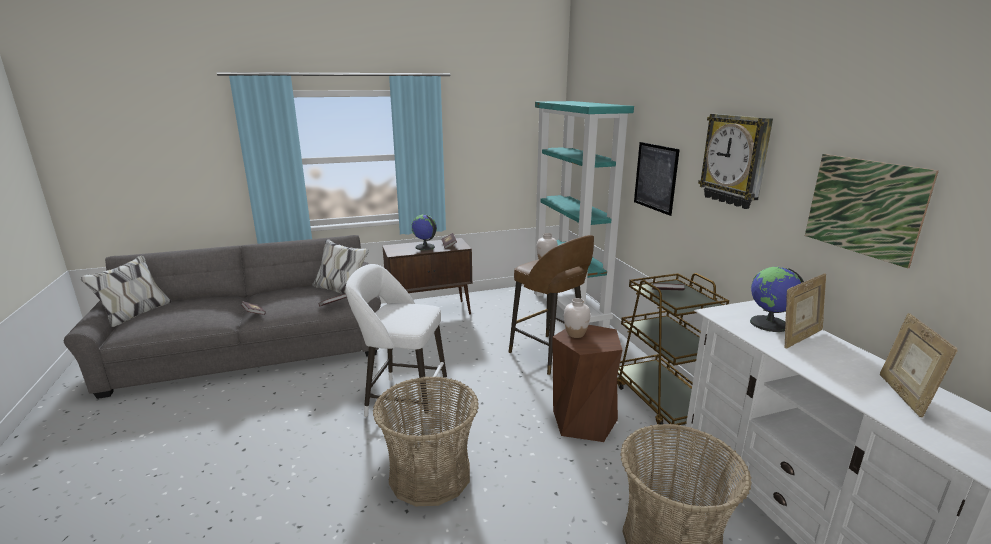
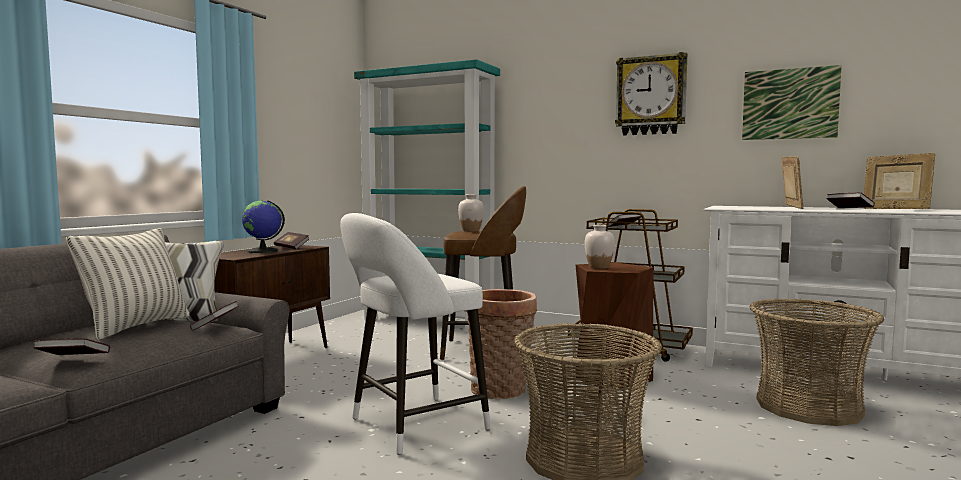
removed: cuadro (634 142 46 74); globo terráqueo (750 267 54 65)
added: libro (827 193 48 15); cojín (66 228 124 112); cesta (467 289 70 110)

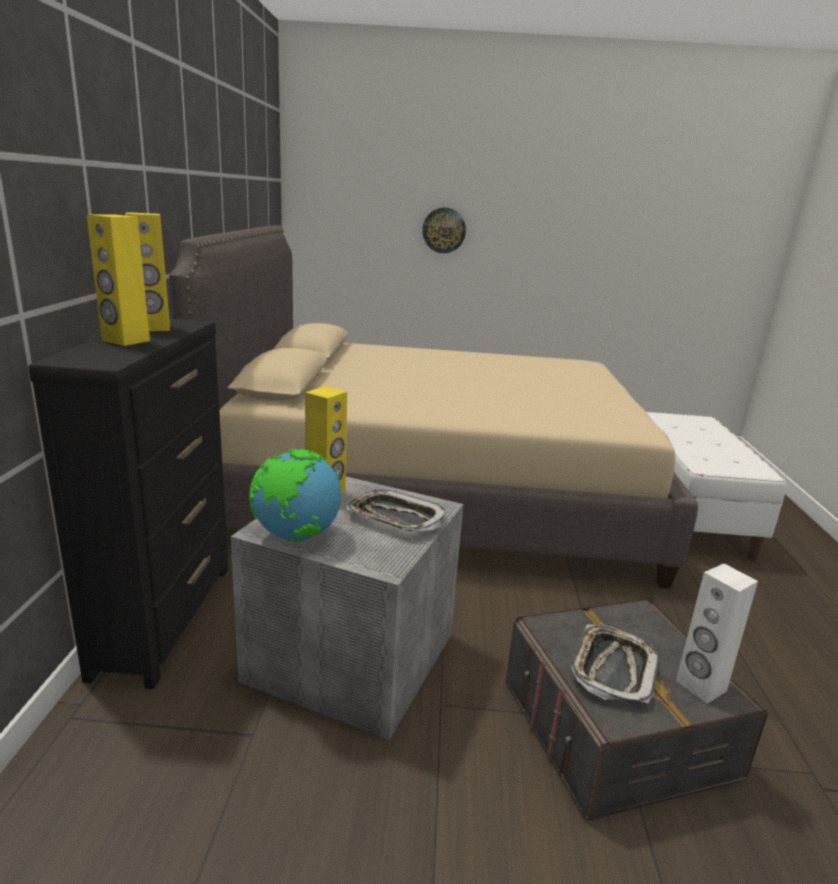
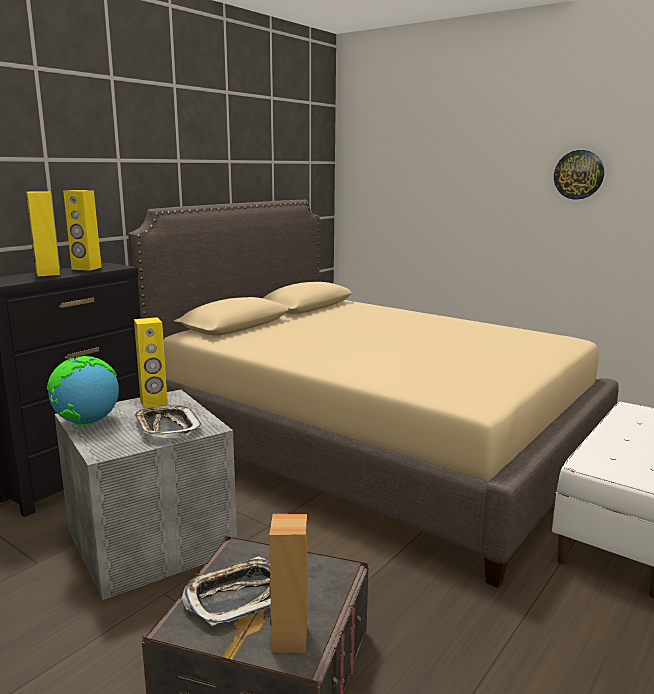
moved: reloj de pared (422 207 44 46) to (554 150 50 50)
recoloured: altavoz/blanco (676 564 82 140) to altavoz/marrón (269 514 38 139)

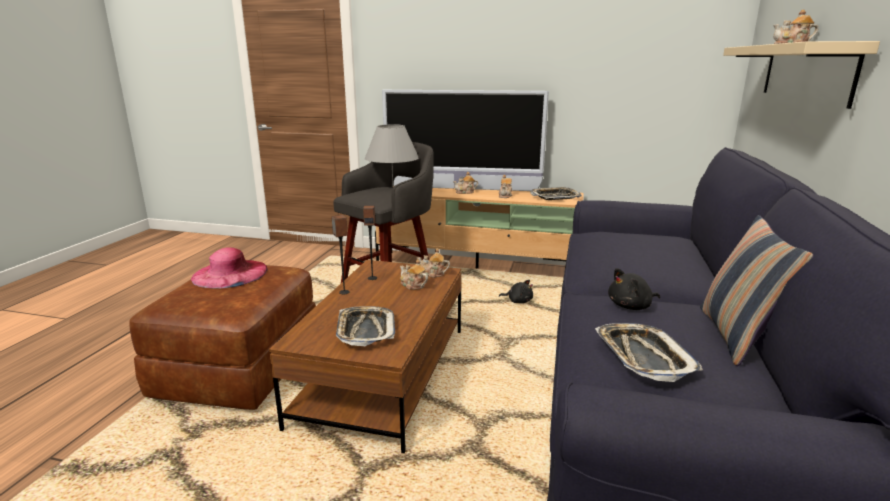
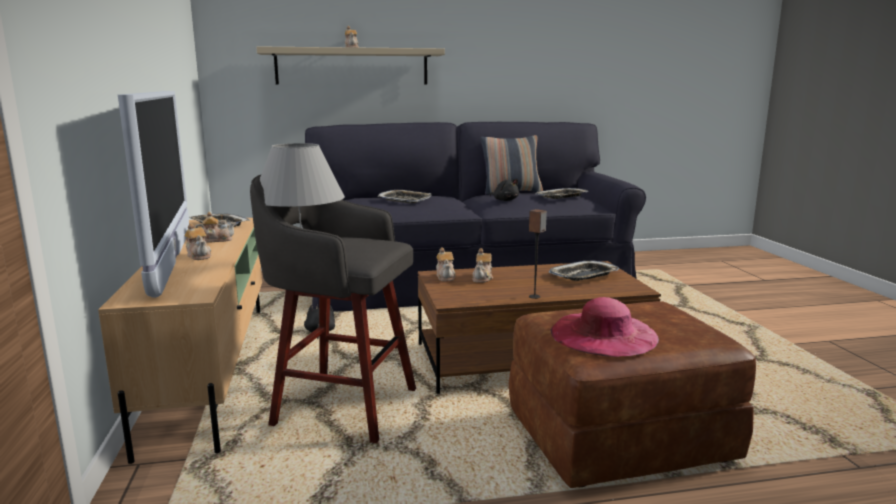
removed: altavoz (363 205 14 75)
added: bandeja (378 190 53 13)

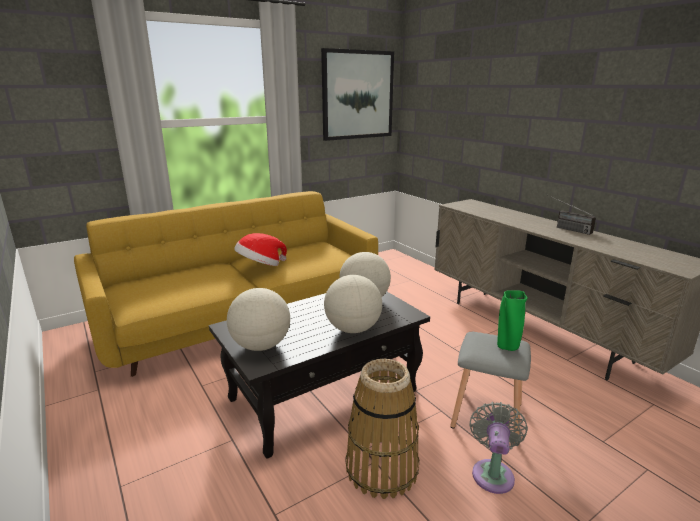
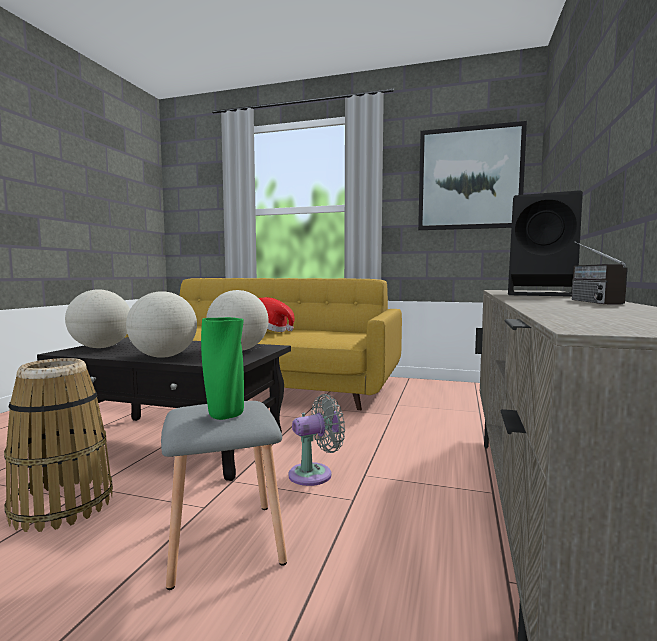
added: altavoz/negro (508 190 75 107)
moved: ventilador/gris (469 402 59 92) to (288 394 57 92)

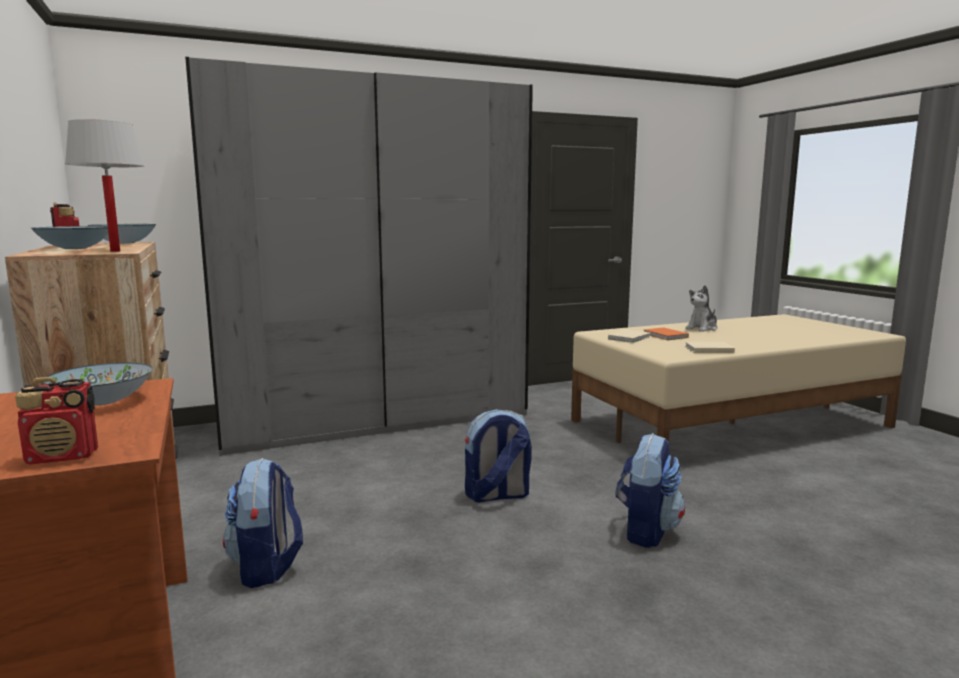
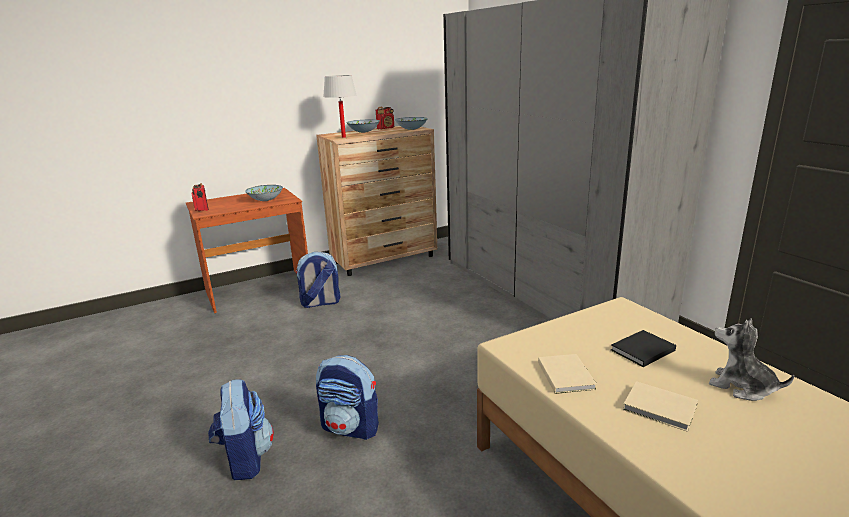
moved: libro/beis (608 330 42 13) to (623 381 75 51); mochila (465 409 67 93) to (208 379 66 101)
recoloured: libro/naranja (644 327 45 13) to libro/negro (611 330 65 37)

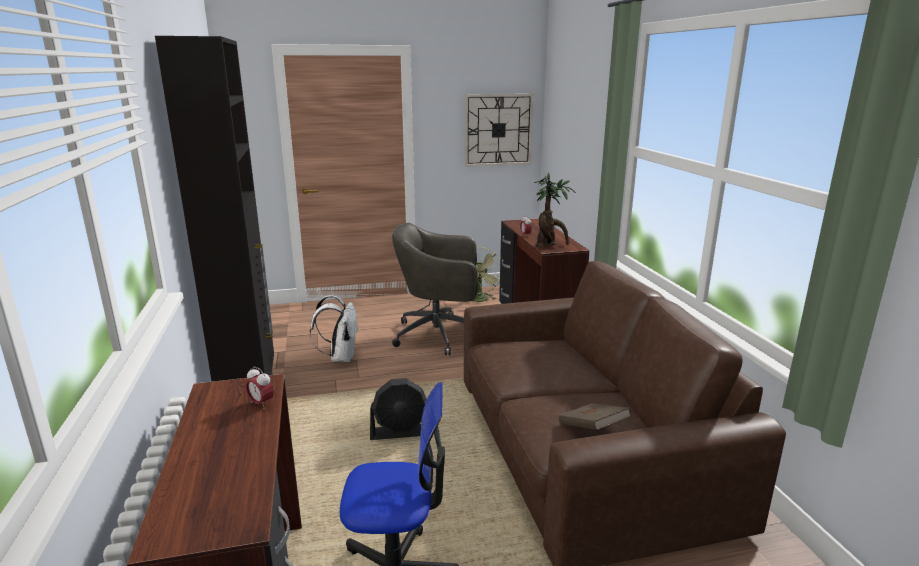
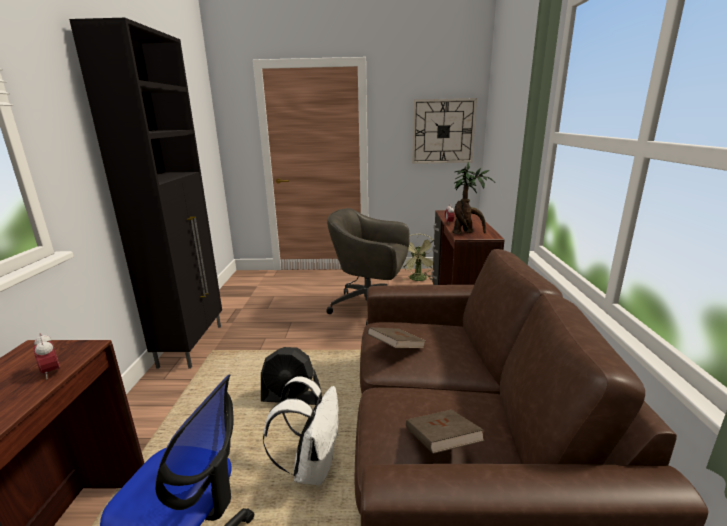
added: libro/marrón (367 327 58 21)
moved: mochila/blanco (310 295 49 67) to (263 376 76 110)

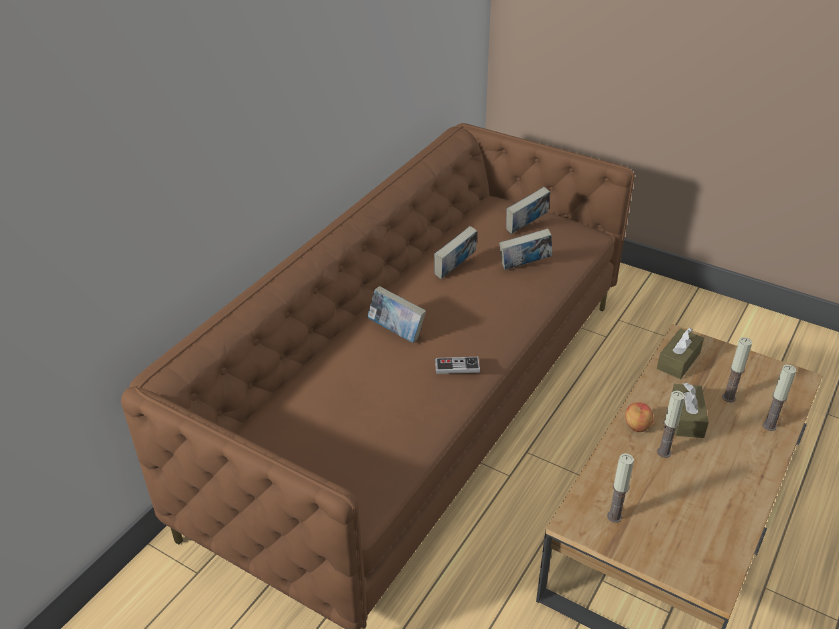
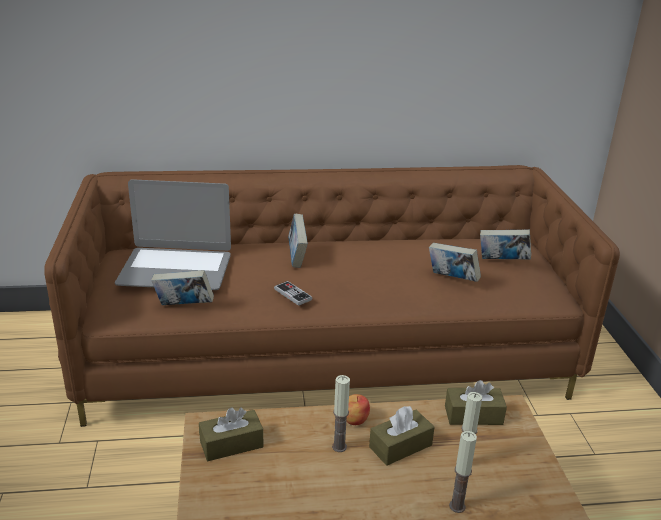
added: portátil (115 179 116 111)
moved: libro (434 226 43 53) to (151 270 63 35)
replaced: vela (607 453 27 70) to caja de pañuelos/marrón (199 407 65 54)

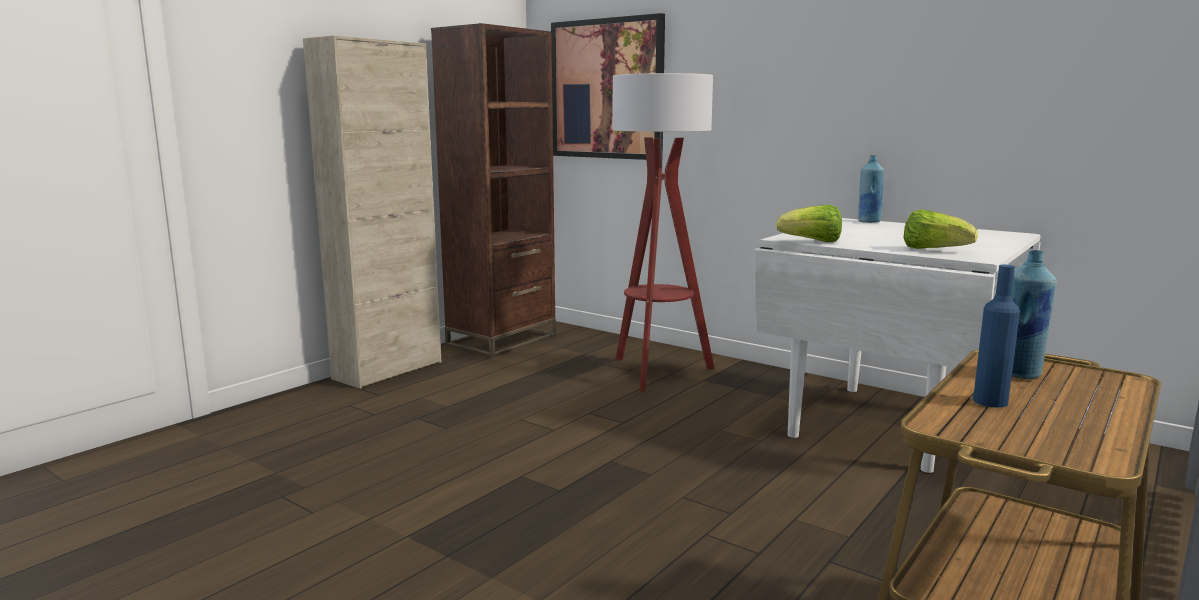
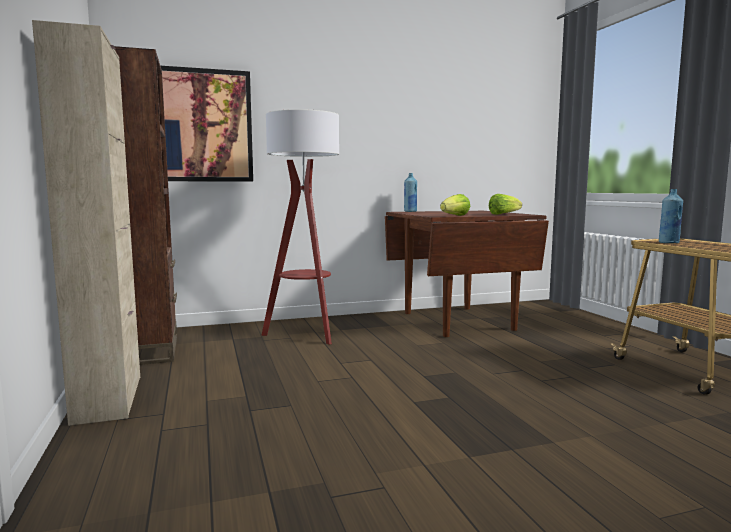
removed: botella/azul (973 265 47 143)
recoloured: mesa de comedor/blanco (754 218 287 255) to mesa de comedor/marrón (385 211 164 126)

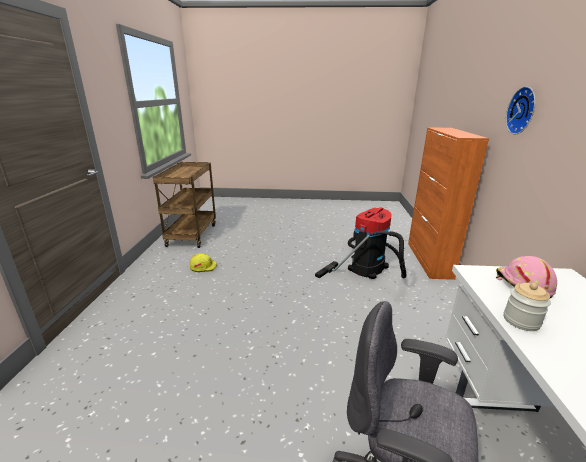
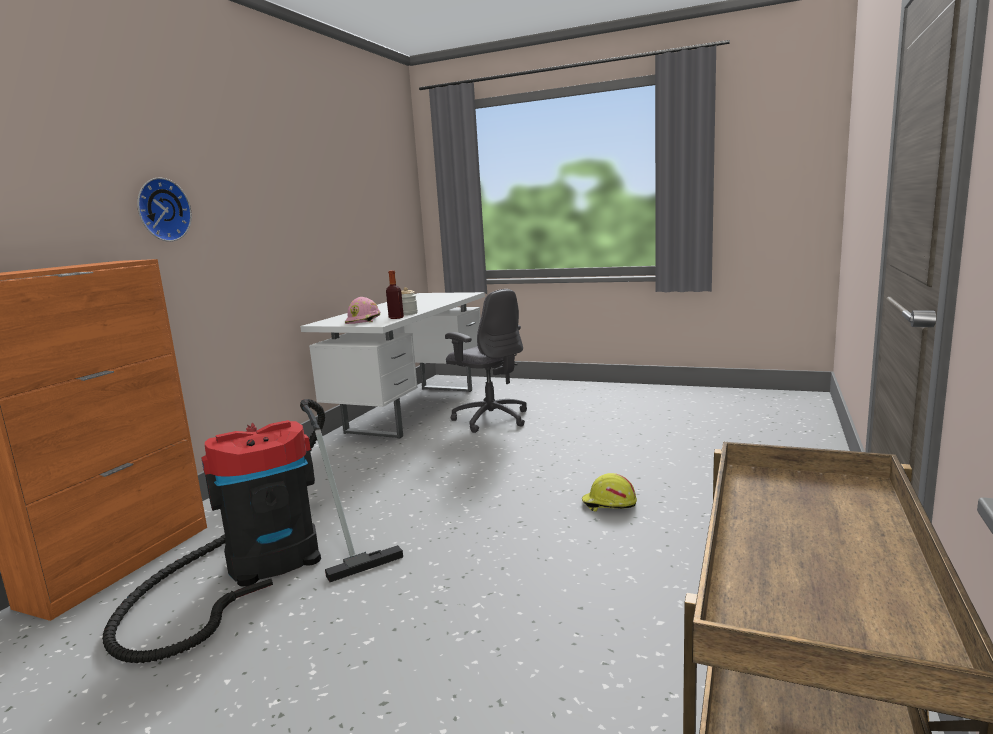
added: botella (386 270 18 49)
moved: casco/amarillo (190 253 27 19) to (582 473 55 39)

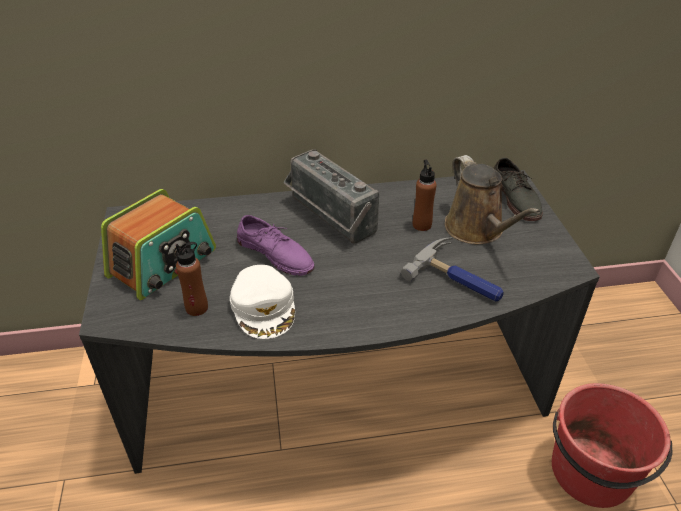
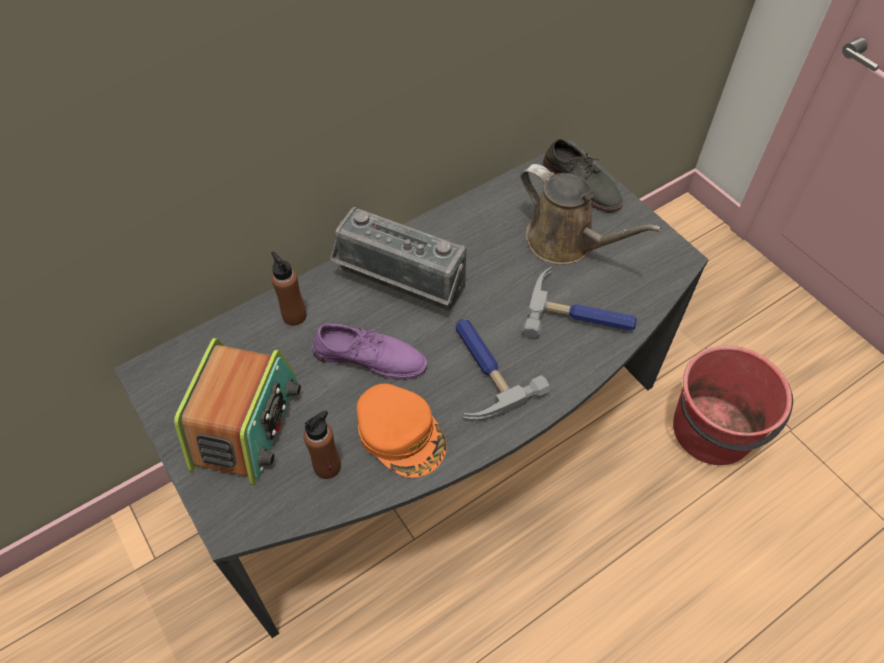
added: martillo (455 319 95 102)
moved: botella/marrón (413 160 24 71) to (271 251 35 75)
recoloured: gorra/blanco (230 265 65 74) to gorra/naranja (357 383 90 95)

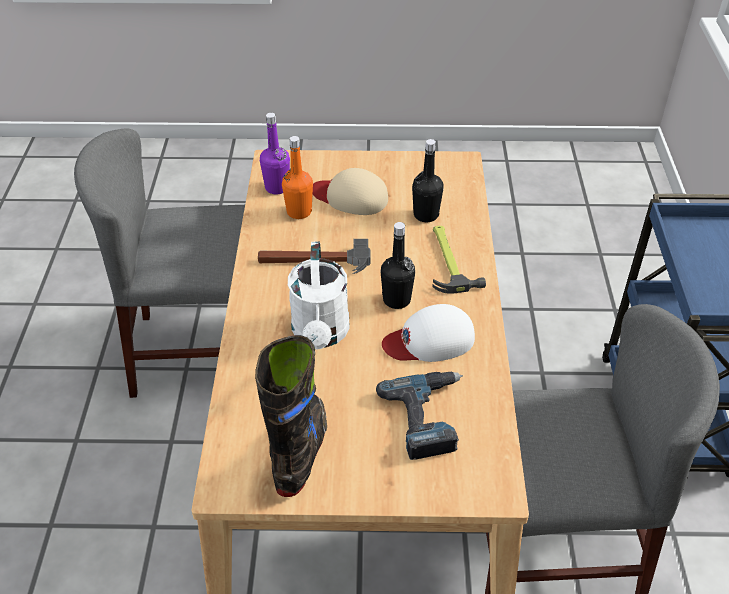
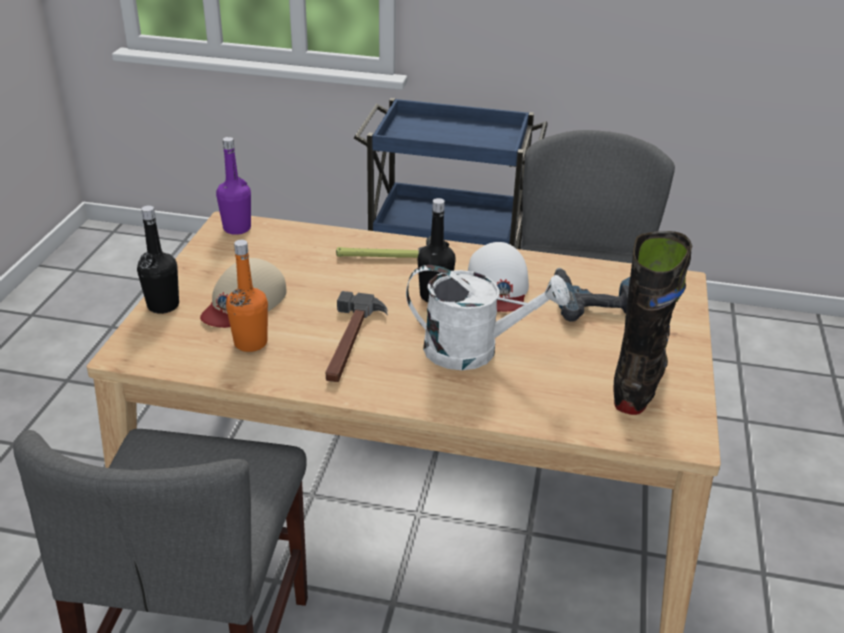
moved: botella/morado (260 113 30 81) to (216 137 35 98); botella/negro (412 139 32 83) to (137 206 42 108)
turned: bota/negro (255 335 72 162) = (614 231 78 184) 90 degrees clockwise

